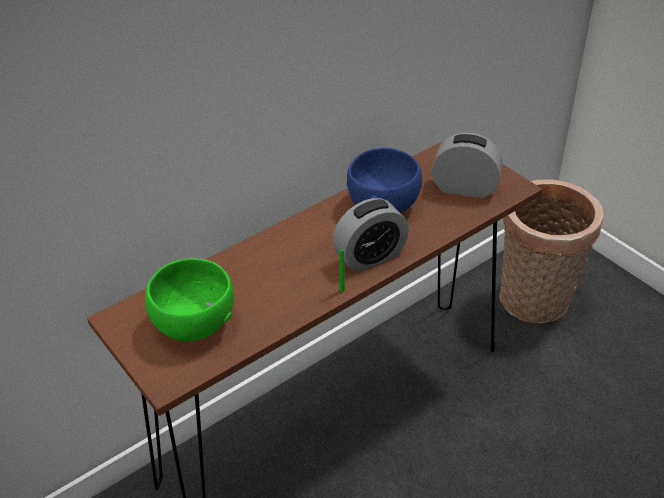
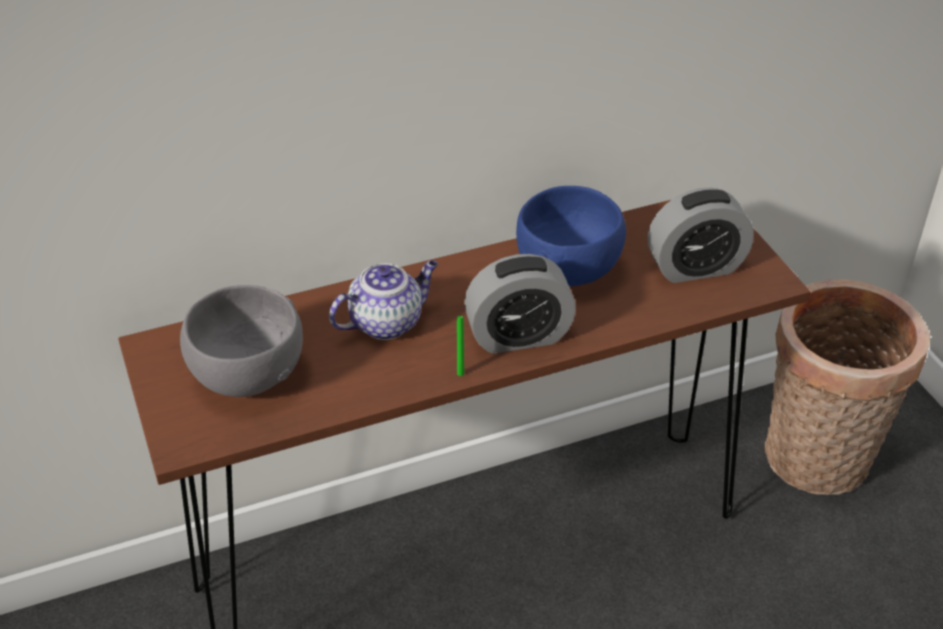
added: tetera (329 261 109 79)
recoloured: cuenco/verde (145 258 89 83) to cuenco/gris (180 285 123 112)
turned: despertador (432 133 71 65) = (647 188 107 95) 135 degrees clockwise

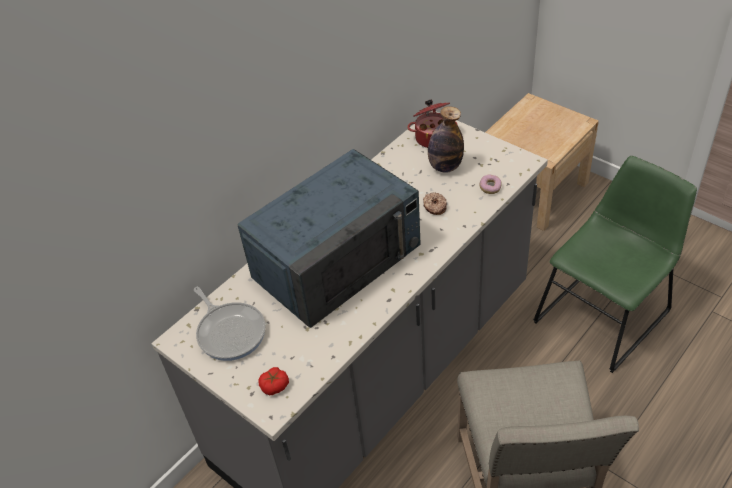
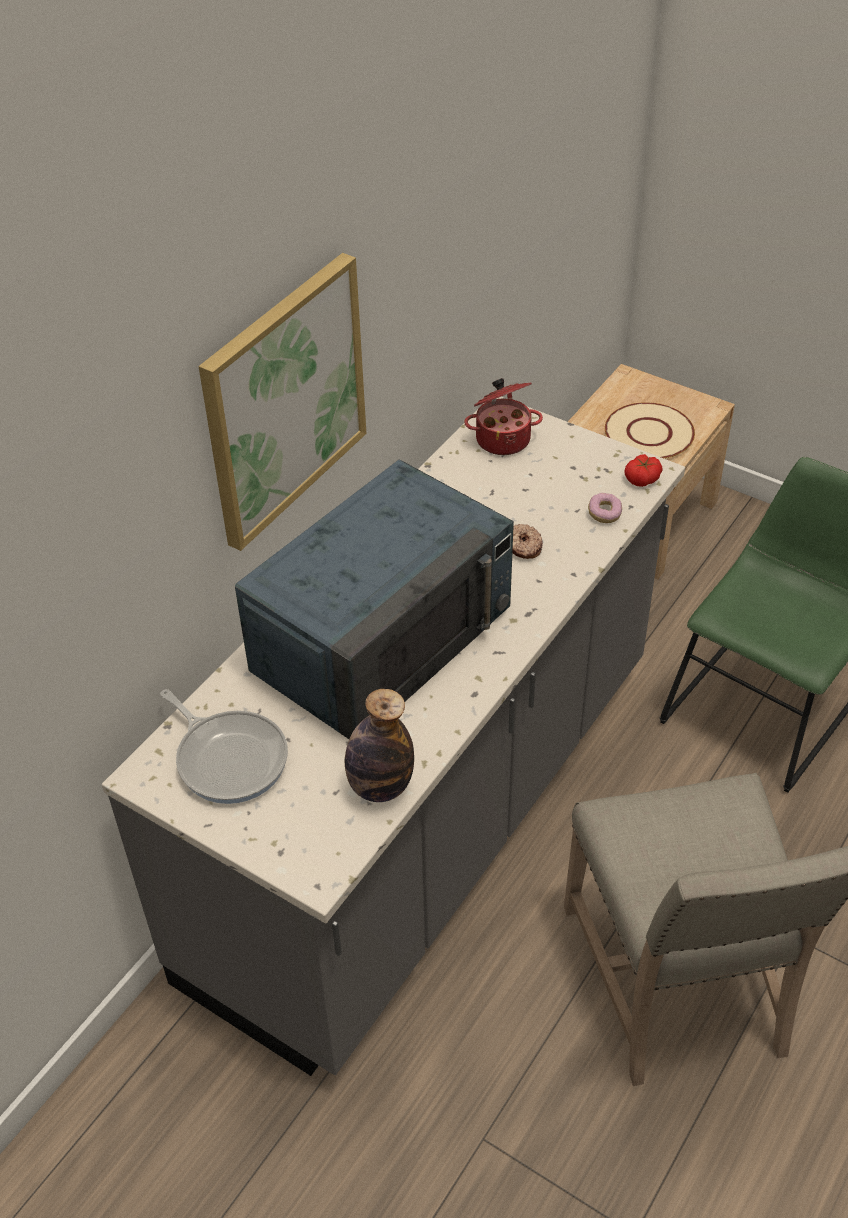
added: cuadro (199 253 167 298); plato/beis (605 402 90 57)
moved: botella (428 106 36 66) to (345 689 69 113); tomate (258 367 31 28) to (624 454 39 33)

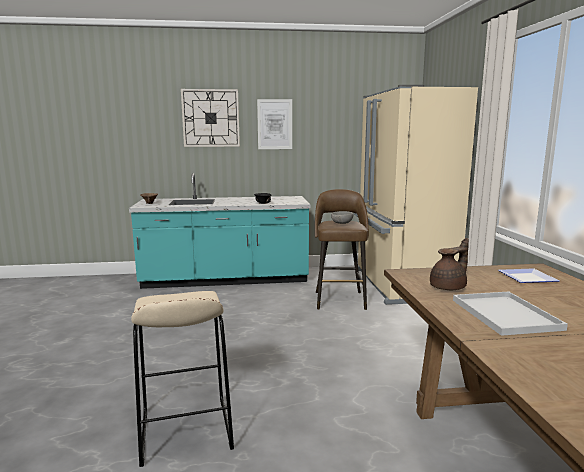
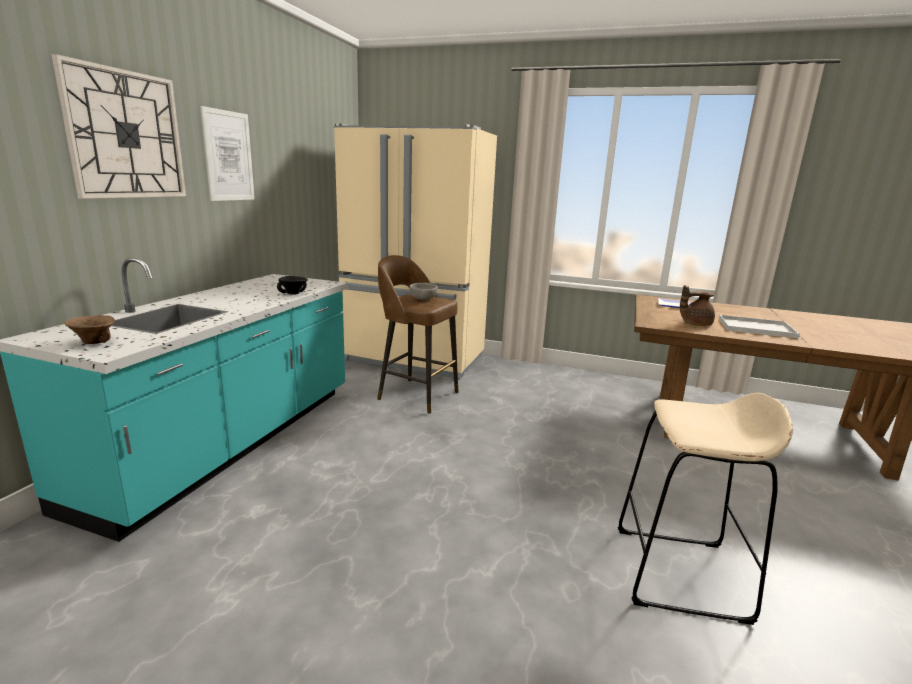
turned: tetera/marrón (430 238 39 52) = (680 285 35 41) 90 degrees counterclockwise

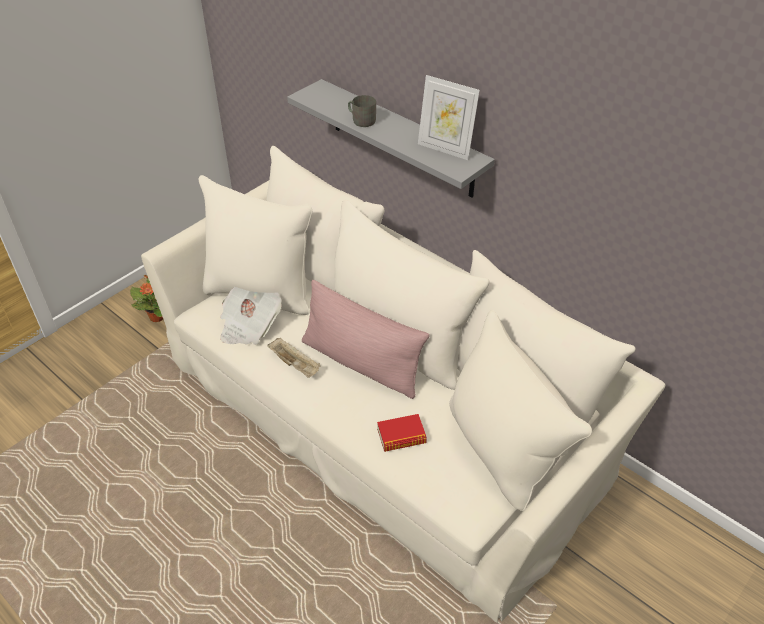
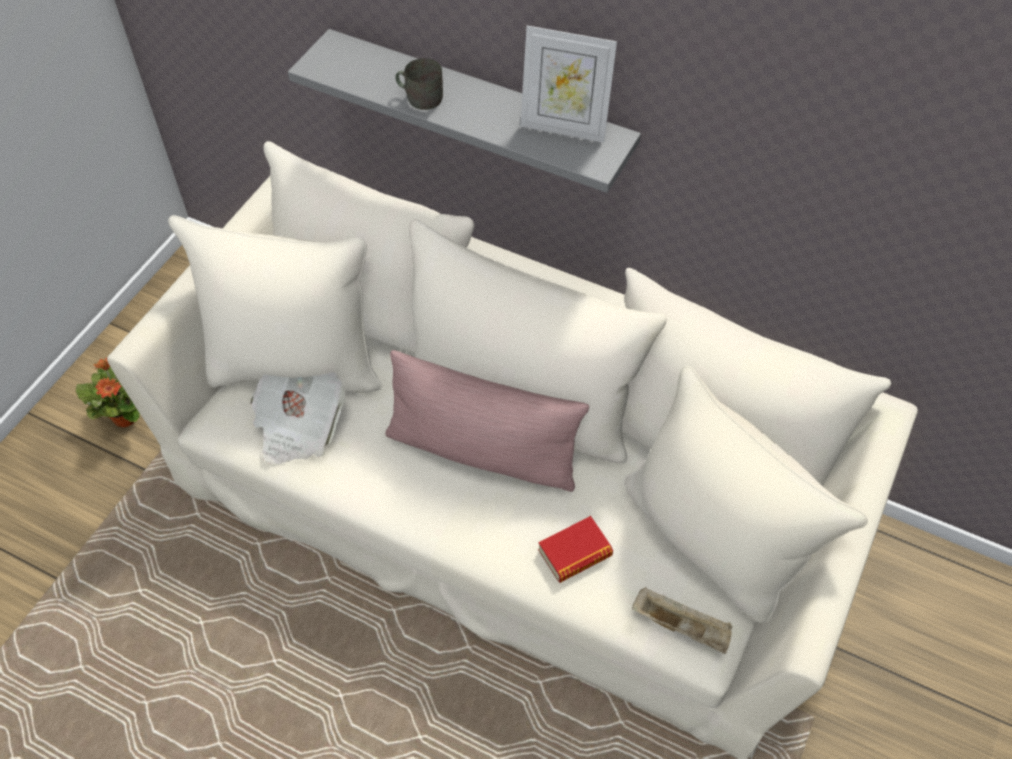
moved: bandeja/beis (267 338 54 40) to (632 587 100 67)

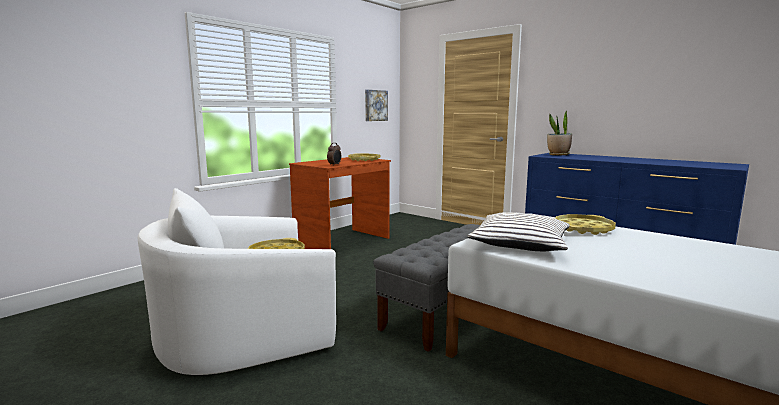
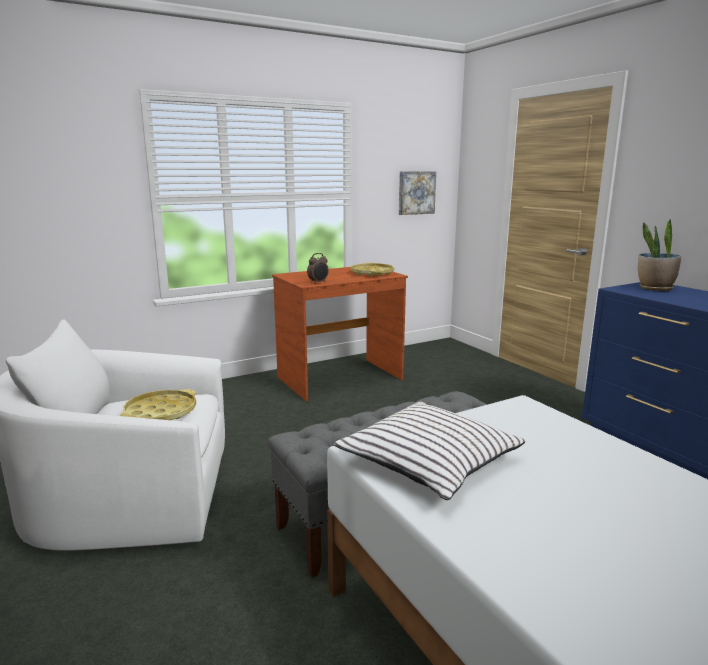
removed: bandeja/amarillo (555 214 61 21)

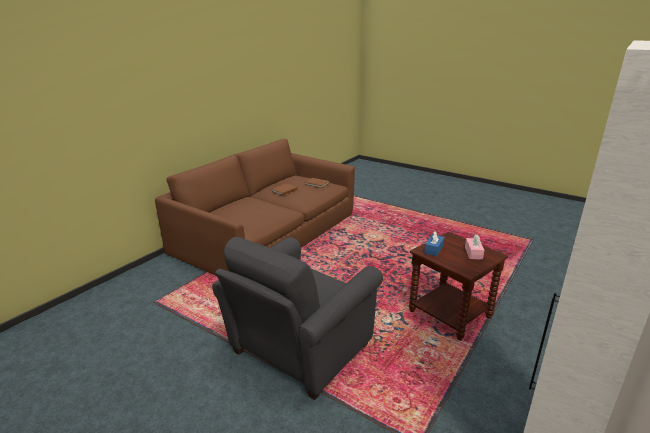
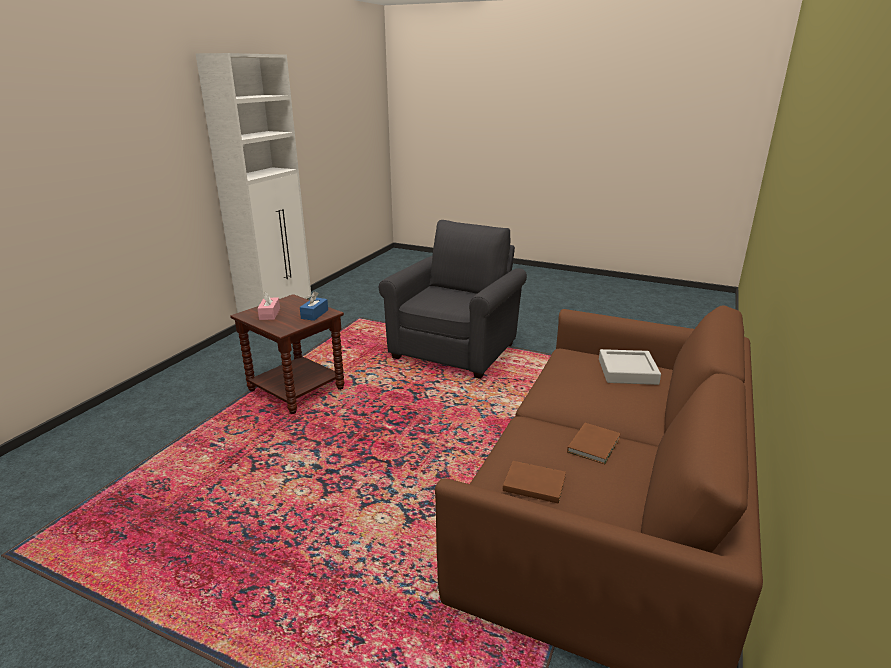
added: bandeja/gris (599 349 62 36)

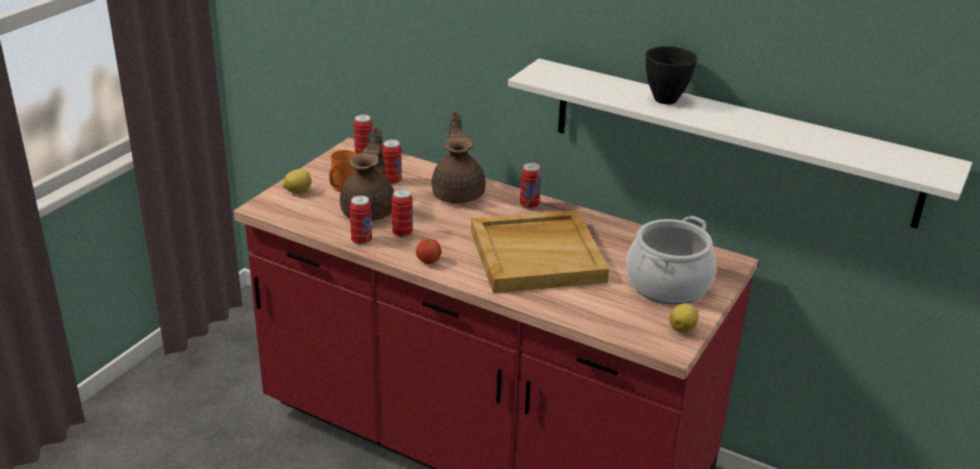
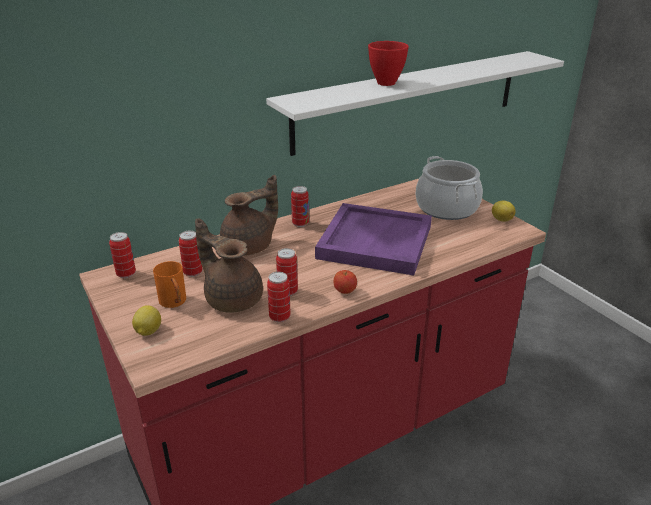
recoloured: cuenco/negro (646 46 51 58) to cuenco/rojo (368 41 41 45); bandeja/beis (471 210 138 83) to bandeja/morado (315 203 117 72)
turned: tetera/marrón (432 112 53 92) = (220 175 58 81) 120 degrees clockwise

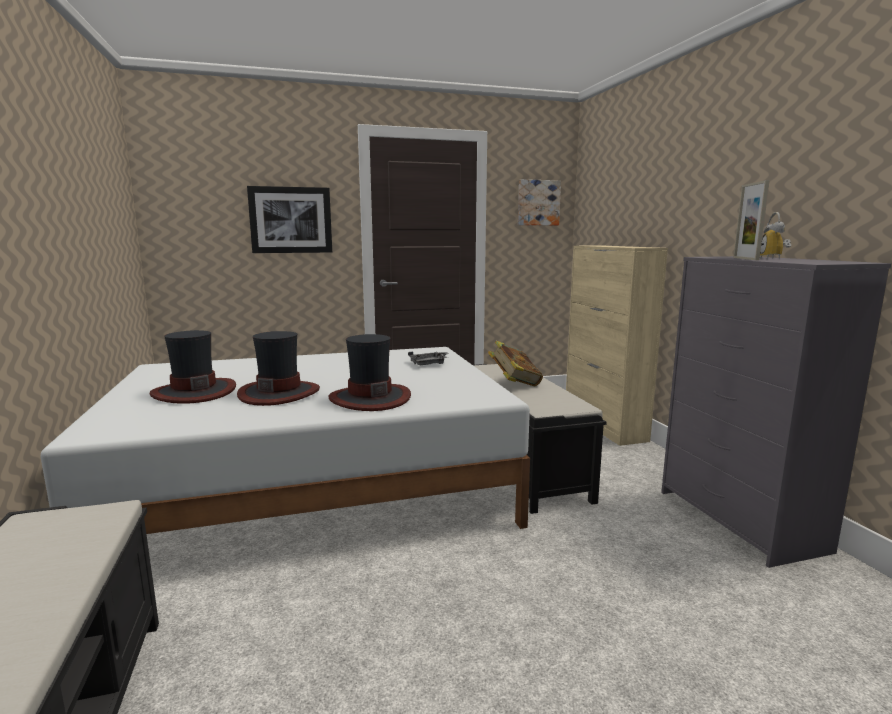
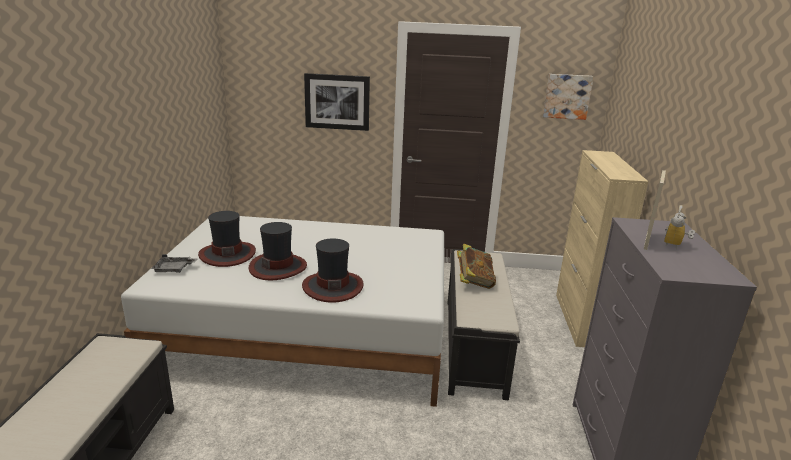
moved: bandeja/gris (408 351 41 14) to (151 254 46 19)

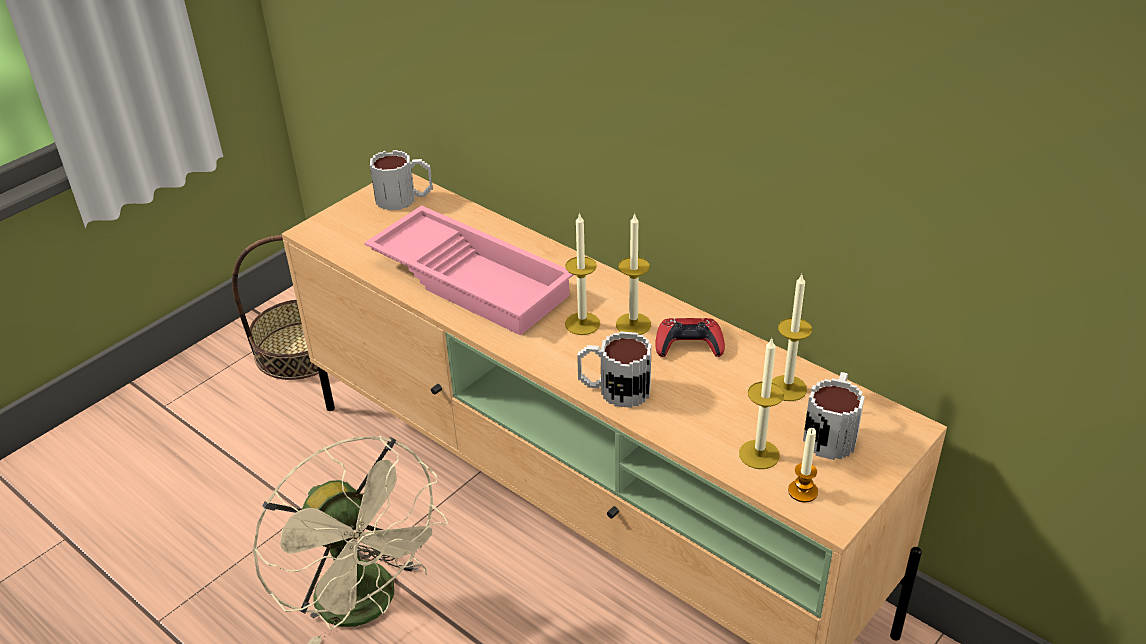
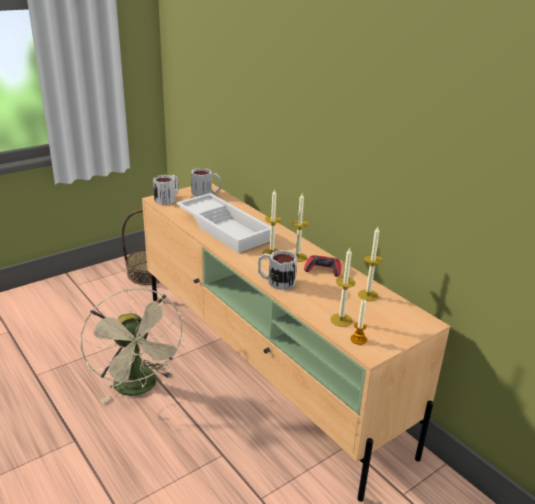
moved: taza grande (803 372 62 88) to (153 175 26 30)
recoloured: bandeja/rosa (364 205 209 131) to bandeja/blanco (176 193 95 60)

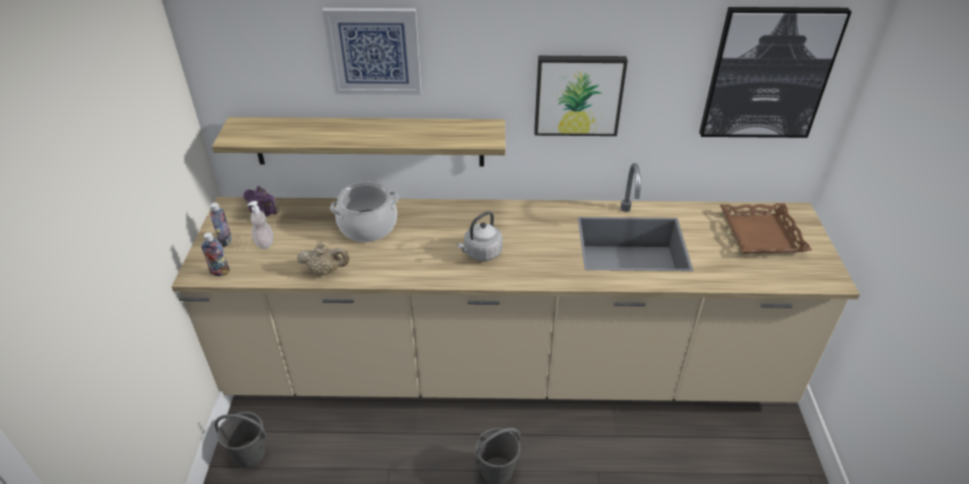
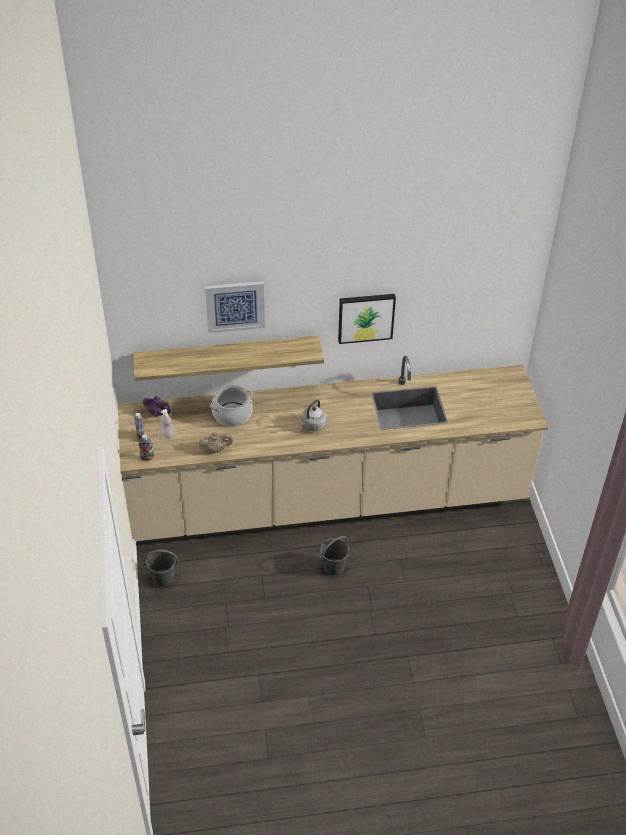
removed: cuadro (699 7 152 131); bandeja/marrón (720 203 92 50)

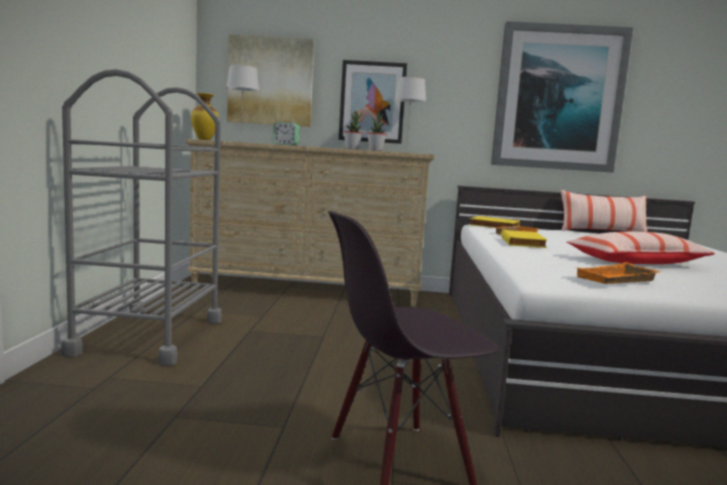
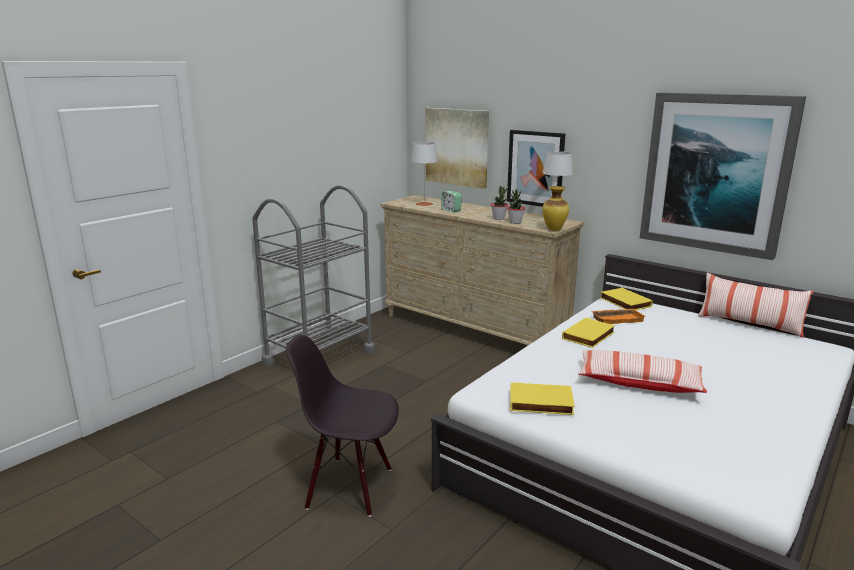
moved: florero (191 93 28 47) to (542 186 27 45)
replaced: bandeja/naranja (575 262 85 22) to libro/amarillo (510 383 65 32)

